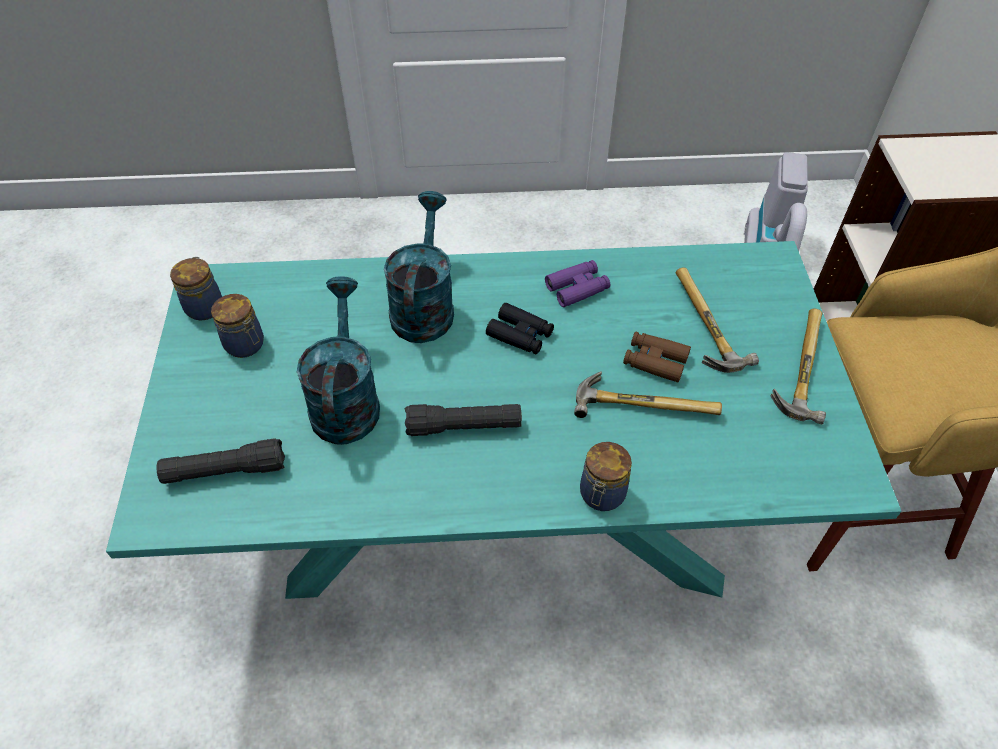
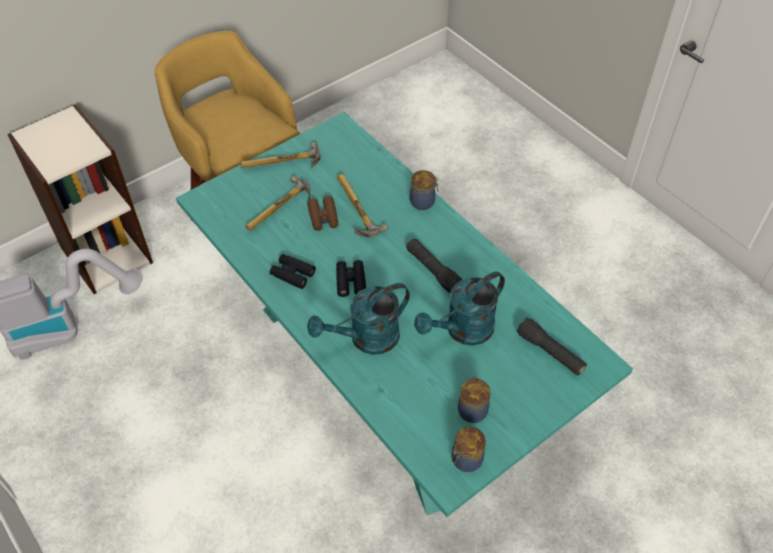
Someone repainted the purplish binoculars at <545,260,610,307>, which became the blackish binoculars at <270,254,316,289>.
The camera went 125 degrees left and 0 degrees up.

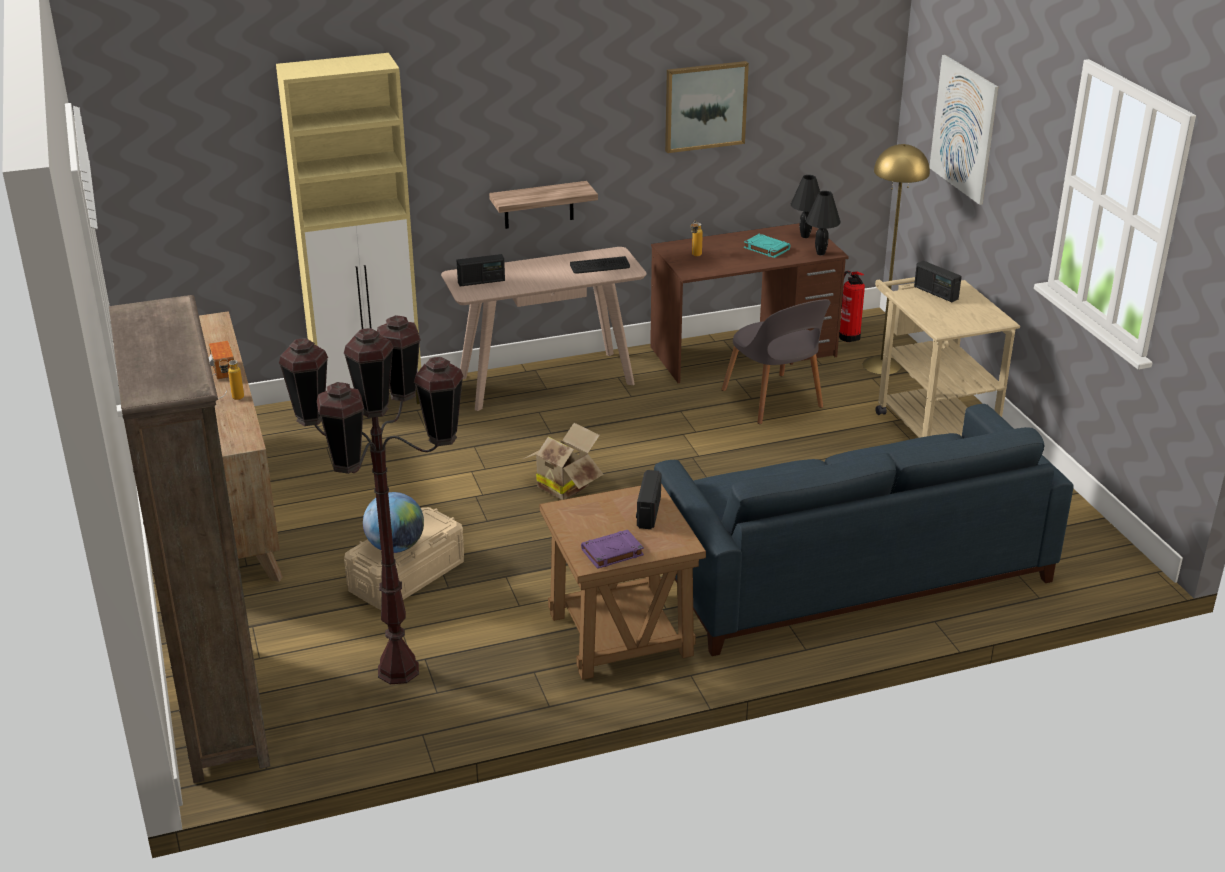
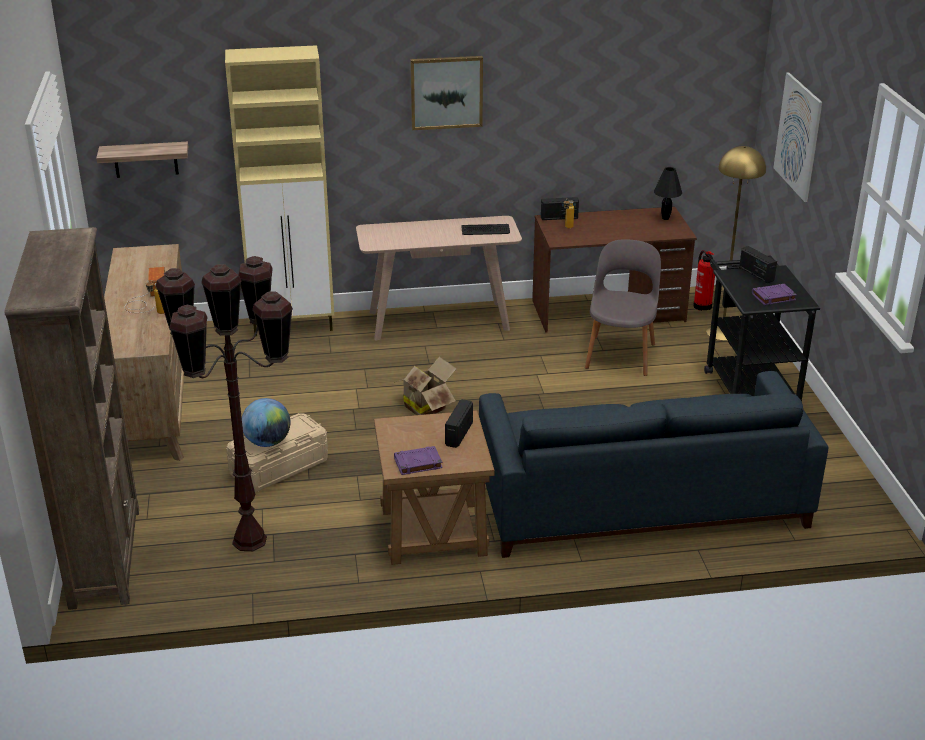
Someone carried the wall shelf from <489,181,598,229> to <96,142,188,178>.
Someone carried the wall picture from <665,61,749,153> to <410,56,483,130>.
Someone carried the radio set from <457,254,505,287> to <541,197,579,220>.
Someone rotated the grey chair at <721,299,830,424> by 150 degrees counterclockwise.
Someone repainted the beige-coloured wheeled cart at <875,277,1020,438>, which became the blackish wheeled cart at <704,255,820,401>.
Someone put down the purplish book at <752,284,797,305>.
Someone took away the blue-green book at <744,234,790,258>.
Someone took away the blackish tabletop lamp at <806,191,840,255>.
The camera went 10 degrees right and 0 degrees up.

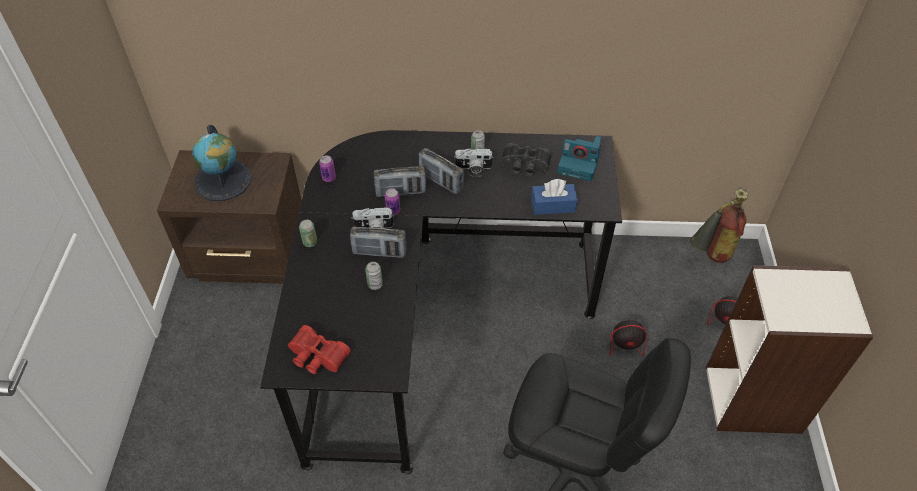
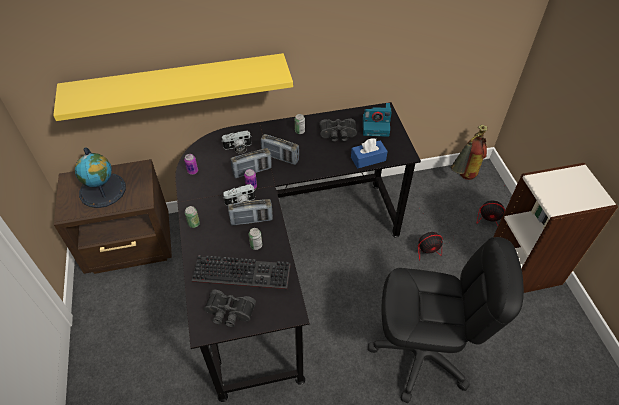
Someone put up the yellow wall shelf at <53,53,293,121>.
Someone put down the keyboard at <191,255,291,290>.
Someone repainted the red binoculars at <288,325,351,374>, which became the blackish binoculars at <204,290,256,327>.
Someone carried the still camera from <454,148,494,177> to <221,130,252,154>.
The camera went 15 degrees left and 0 degrees up.

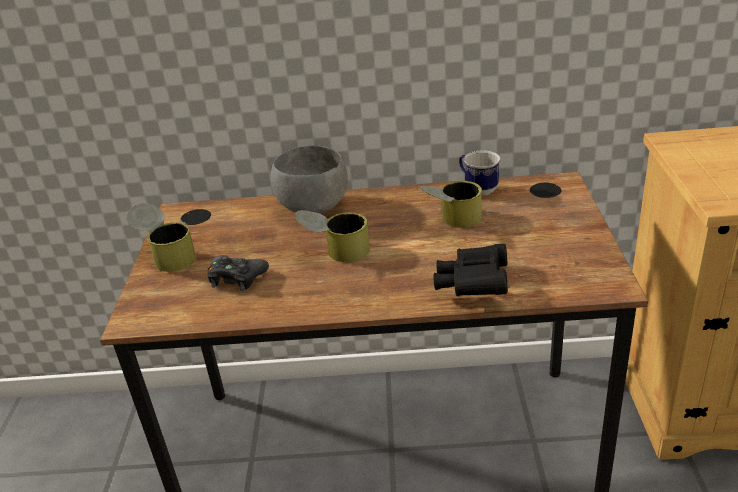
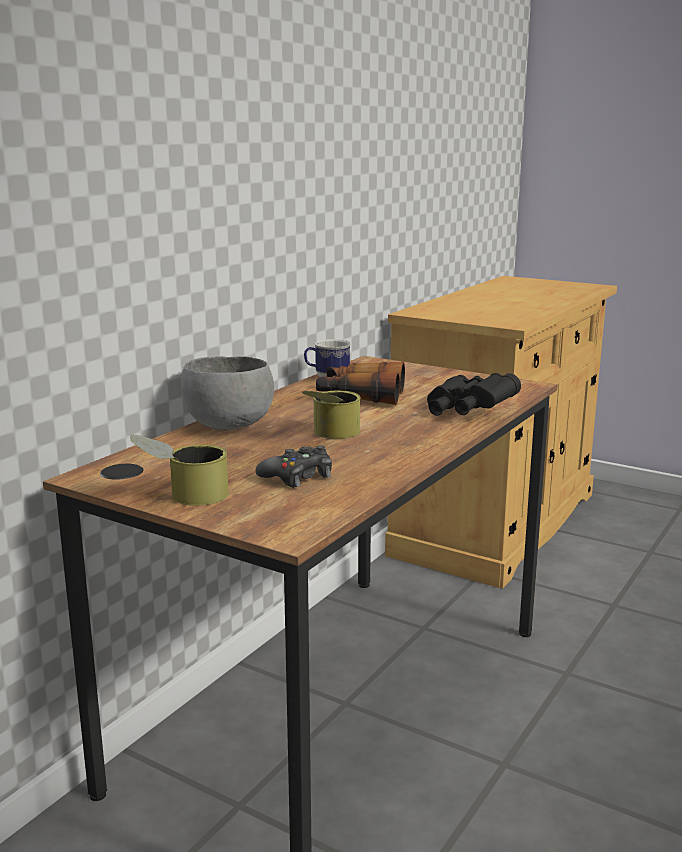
Someone swapped the can at <420,181,482,228> for the binoculars at <316,361,405,405>.
The camera went 60 degrees left and 15 degrees down.

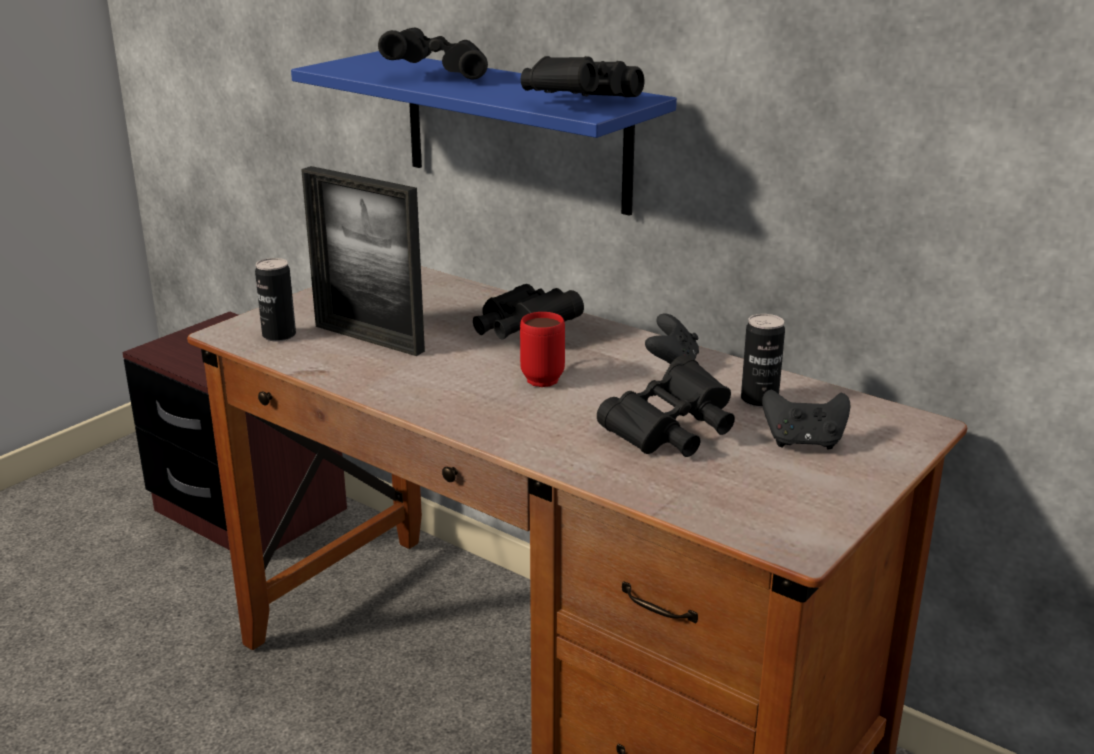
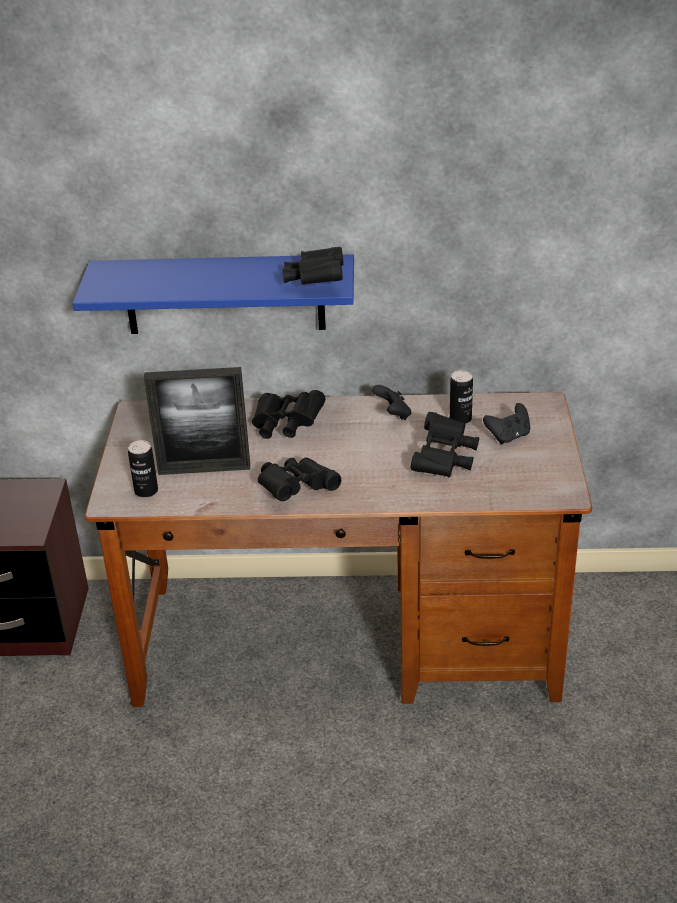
Someone carried the blackish binoculars from <378,27,488,80> to <258,457,341,501>.
Someone took away the red mug at <520,312,565,387>.
The camera went 35 degrees left and 10 degrees up.

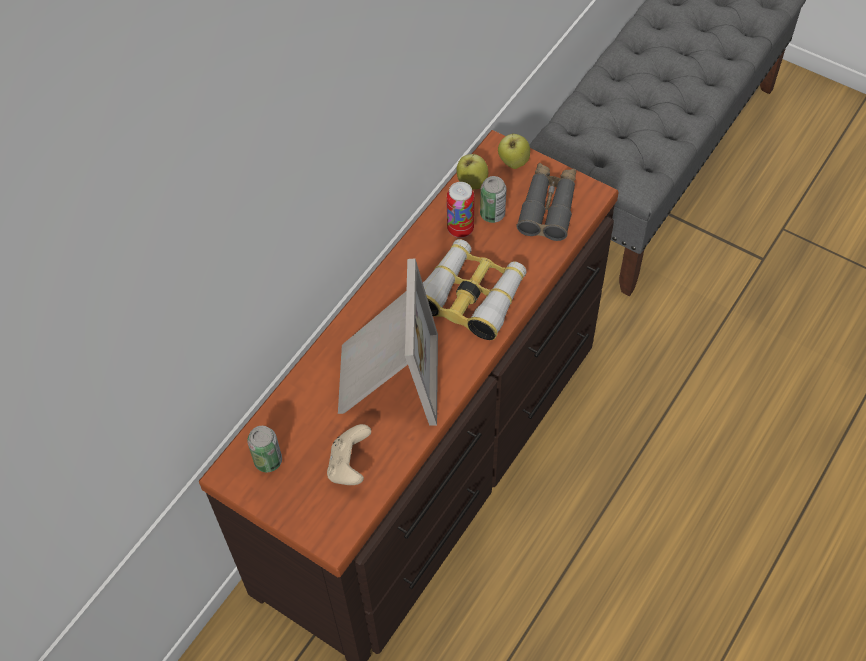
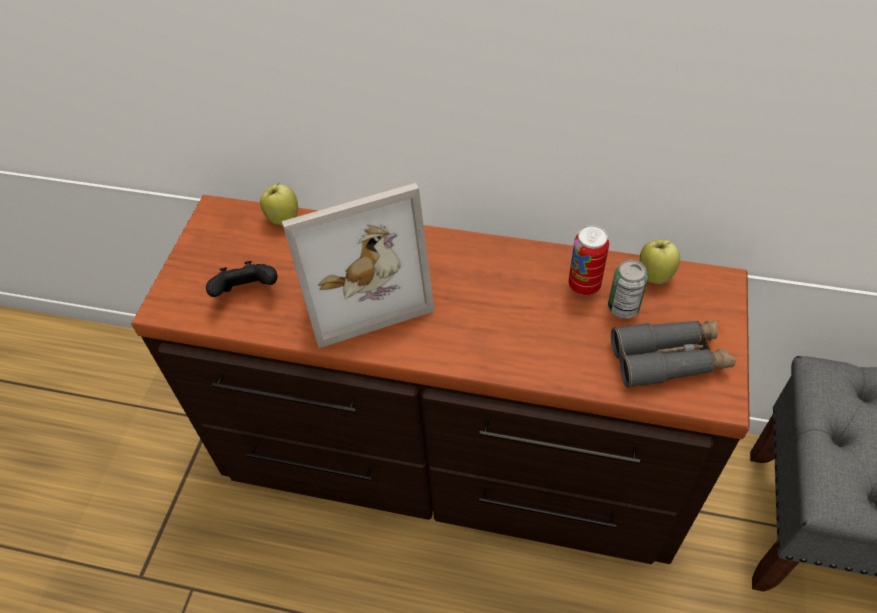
Someone repainted the beige-coloured gamepad at <327,424,371,485>, which became the blackish gamepad at <206,261,277,297>.
Someone carried the whole apple from <498,134,530,169> to <260,184,298,226>.
Someone took away the can at <247,426,282,472>.
Someone took away the binoculars at <423,239,526,340>.
The camera went 70 degrees right and 5 degrees down.

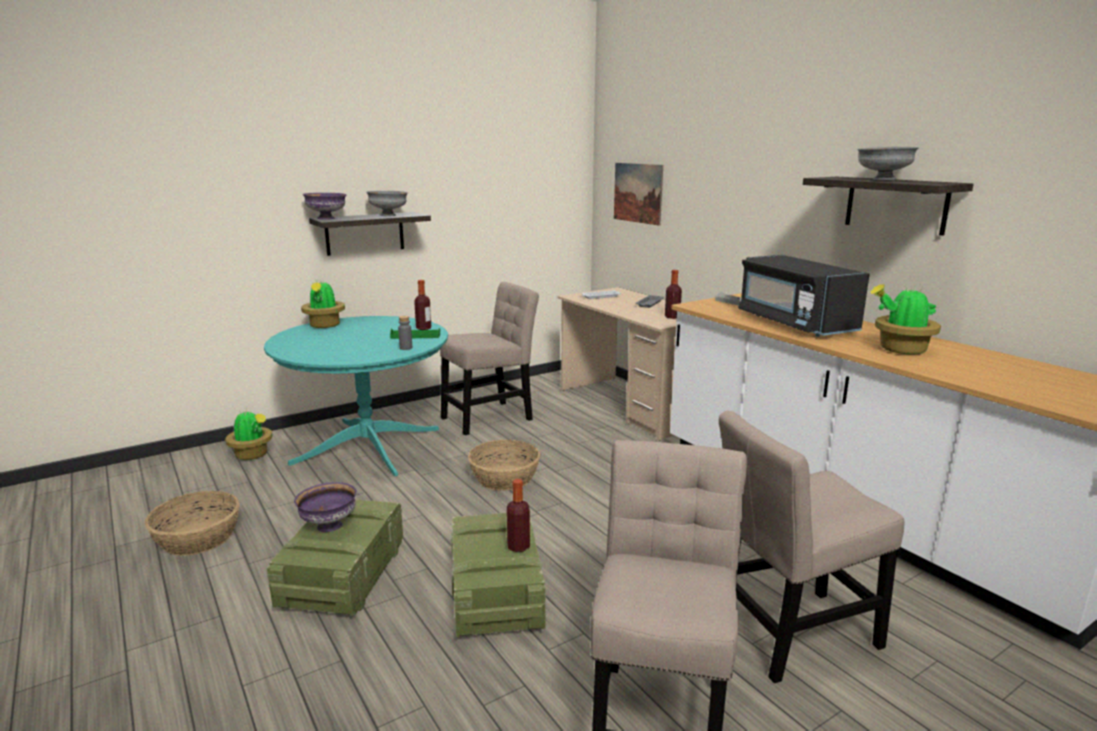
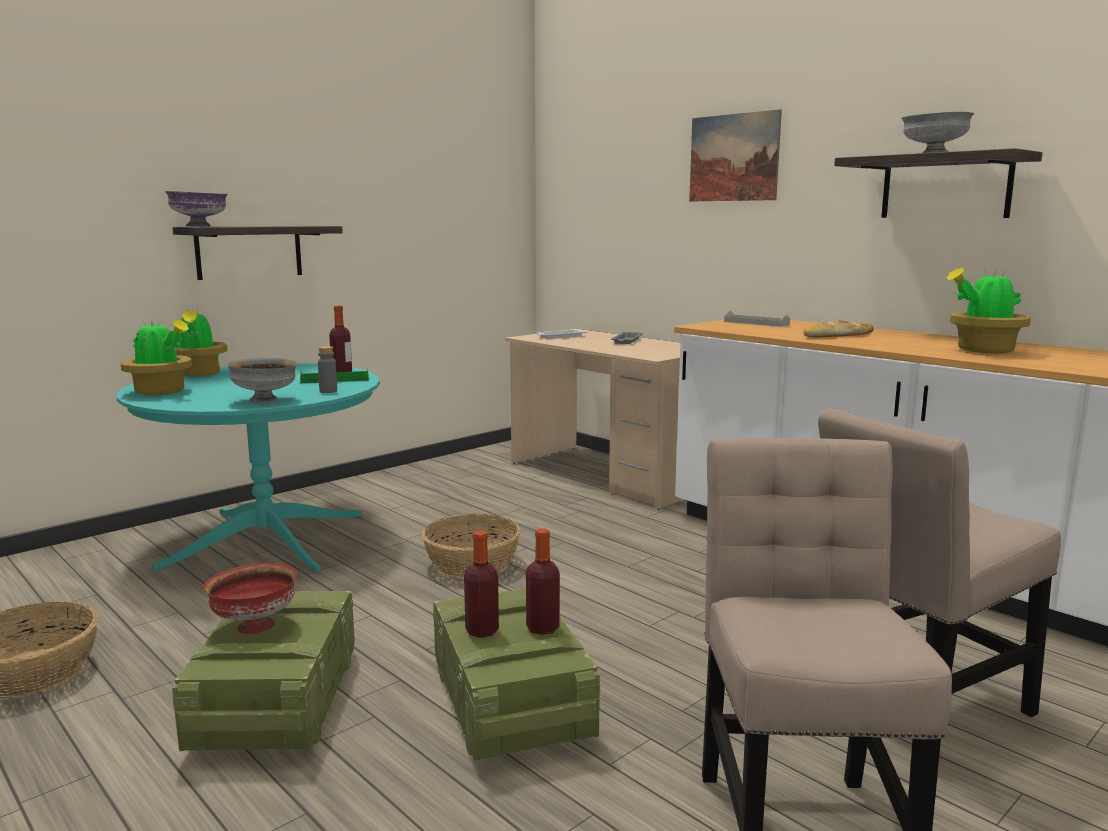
Someone carried the potted plant from <225,410,273,460> to <121,318,192,395>.
Someone repainted the purplish serving bowl at <294,482,356,532>, which became the red serving bowl at <203,563,297,634>.
Someone carried the grey serving bowl from <367,191,408,216> to <226,358,298,403>.
Someone carried the beverage bottle from <665,270,682,319> to <464,531,499,638>.
Someone carried the wall picture from <614,163,663,226> to <689,109,782,201>.
Someone swapped the blackish microwave at <738,255,870,337> for the bakery bread at <803,320,874,338>.
Someone took away the beige-coloured chair at <440,282,539,435>.
The camera went 10 degrees left and 5 degrees down.

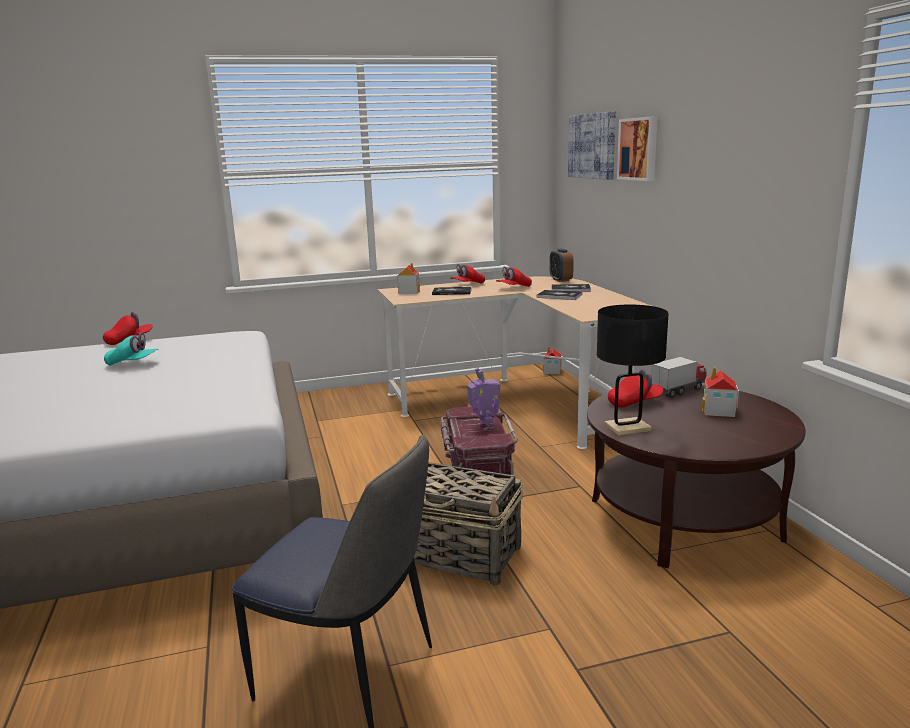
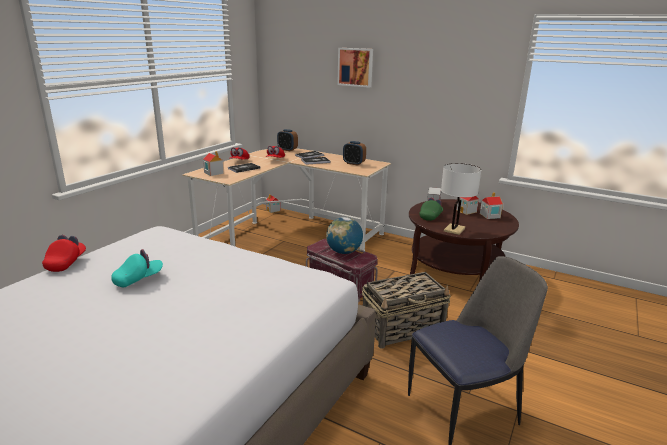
Someone swapped the robot figure at <467,368,501,430> for the globe at <326,217,363,254>.
Someone put down the table clock at <343,141,366,166>.
Someone repainted the red cap at <608,369,663,408>, which became the greenish cap at <419,198,443,221>.
Someone repainted the blackish tabletop lamp at <597,304,669,436>, which became the white tabletop lamp at <441,163,481,235>.
Someone put down the toy house at <480,193,503,219>.
Someone took away the wall picture at <568,111,616,180>.
The camera went 45 degrees left and 5 degrees up.

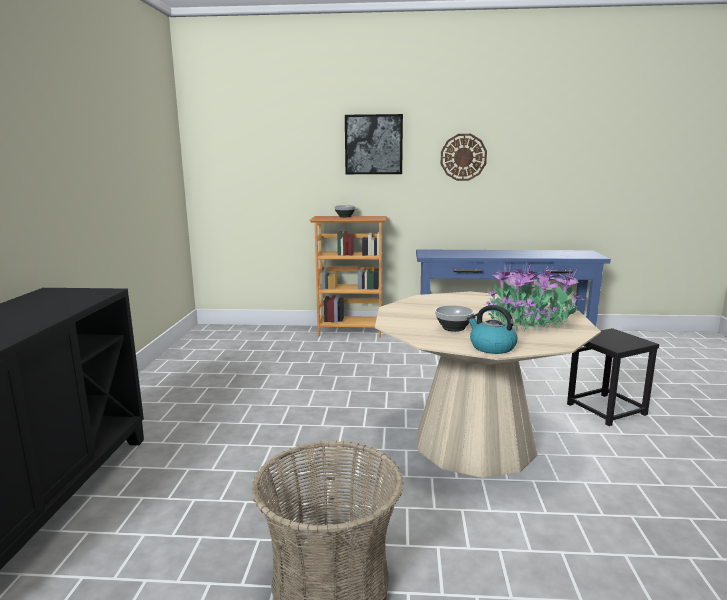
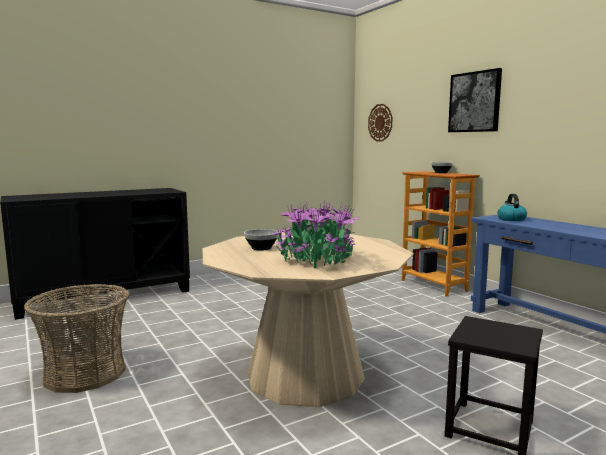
Someone carried the hanging clock from <441,134,487,181> to <368,104,393,141>.
Someone carried the tea kettle from <467,305,517,354> to <497,194,527,221>.
The camera went 55 degrees right and 5 degrees down.

